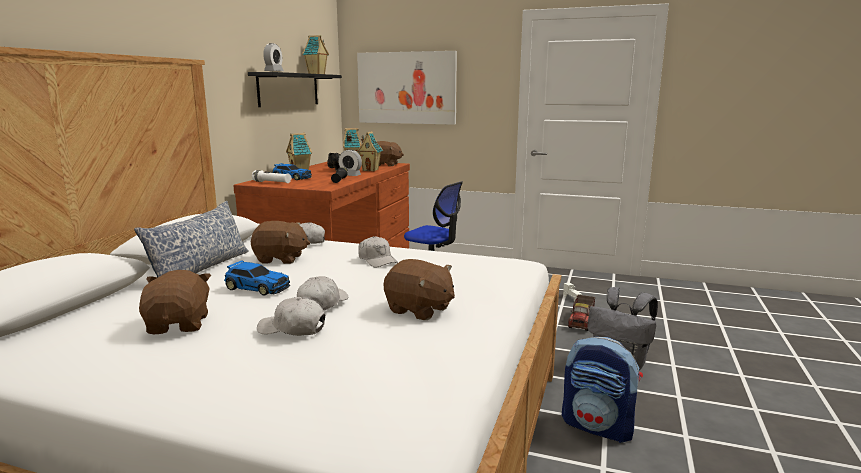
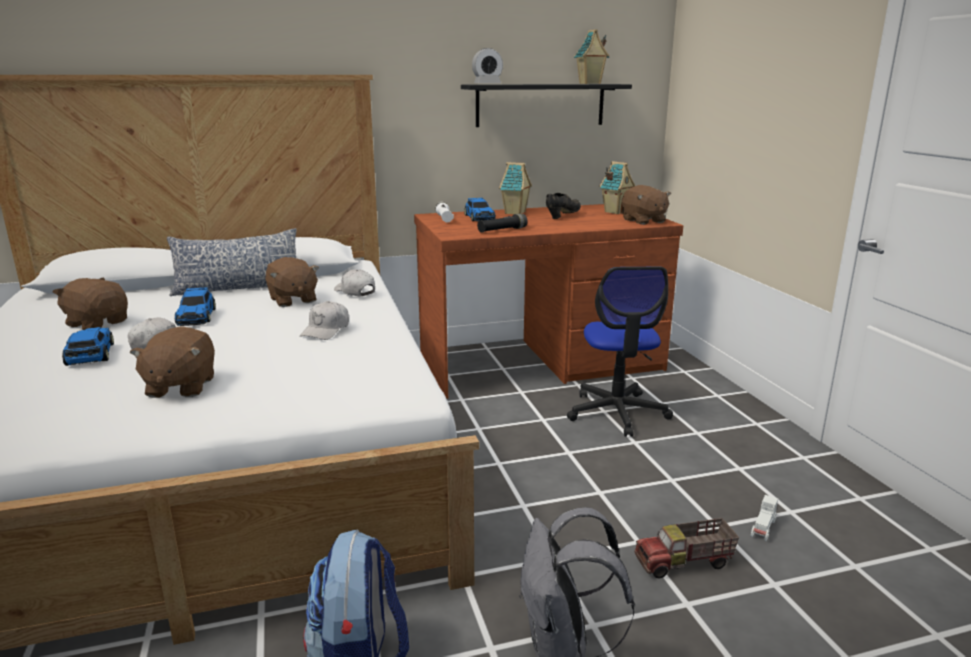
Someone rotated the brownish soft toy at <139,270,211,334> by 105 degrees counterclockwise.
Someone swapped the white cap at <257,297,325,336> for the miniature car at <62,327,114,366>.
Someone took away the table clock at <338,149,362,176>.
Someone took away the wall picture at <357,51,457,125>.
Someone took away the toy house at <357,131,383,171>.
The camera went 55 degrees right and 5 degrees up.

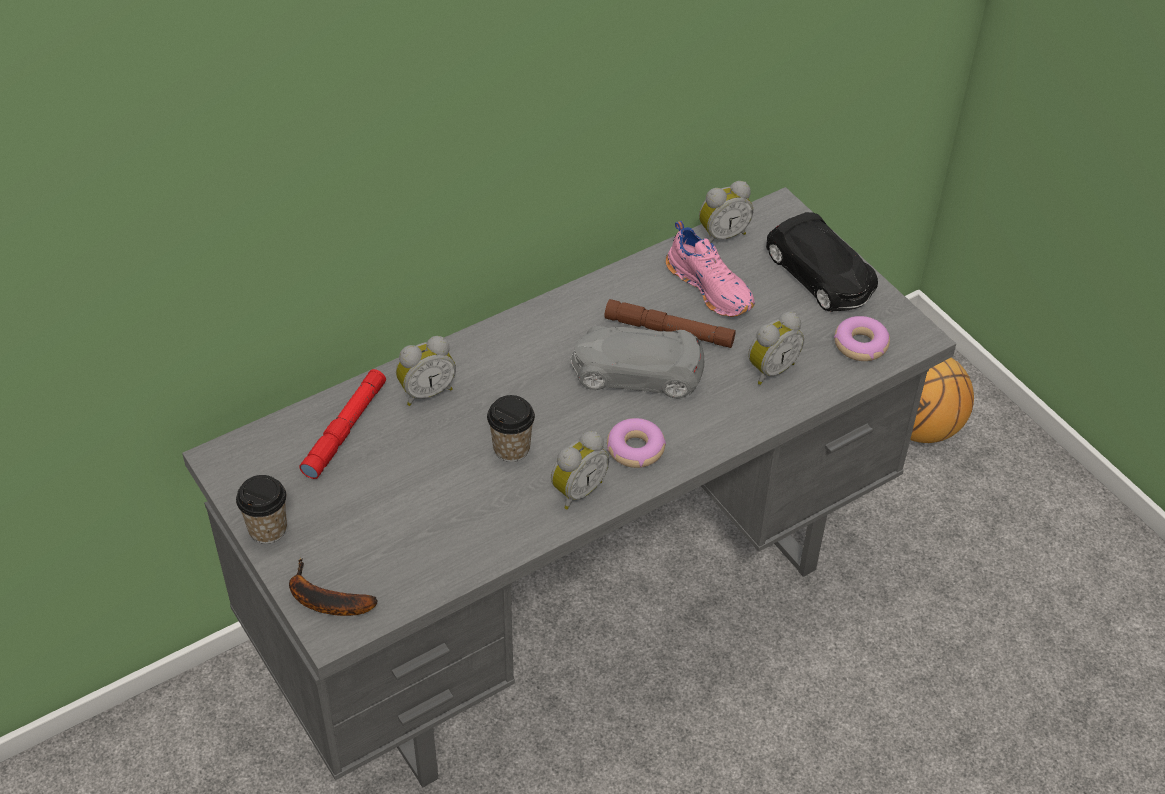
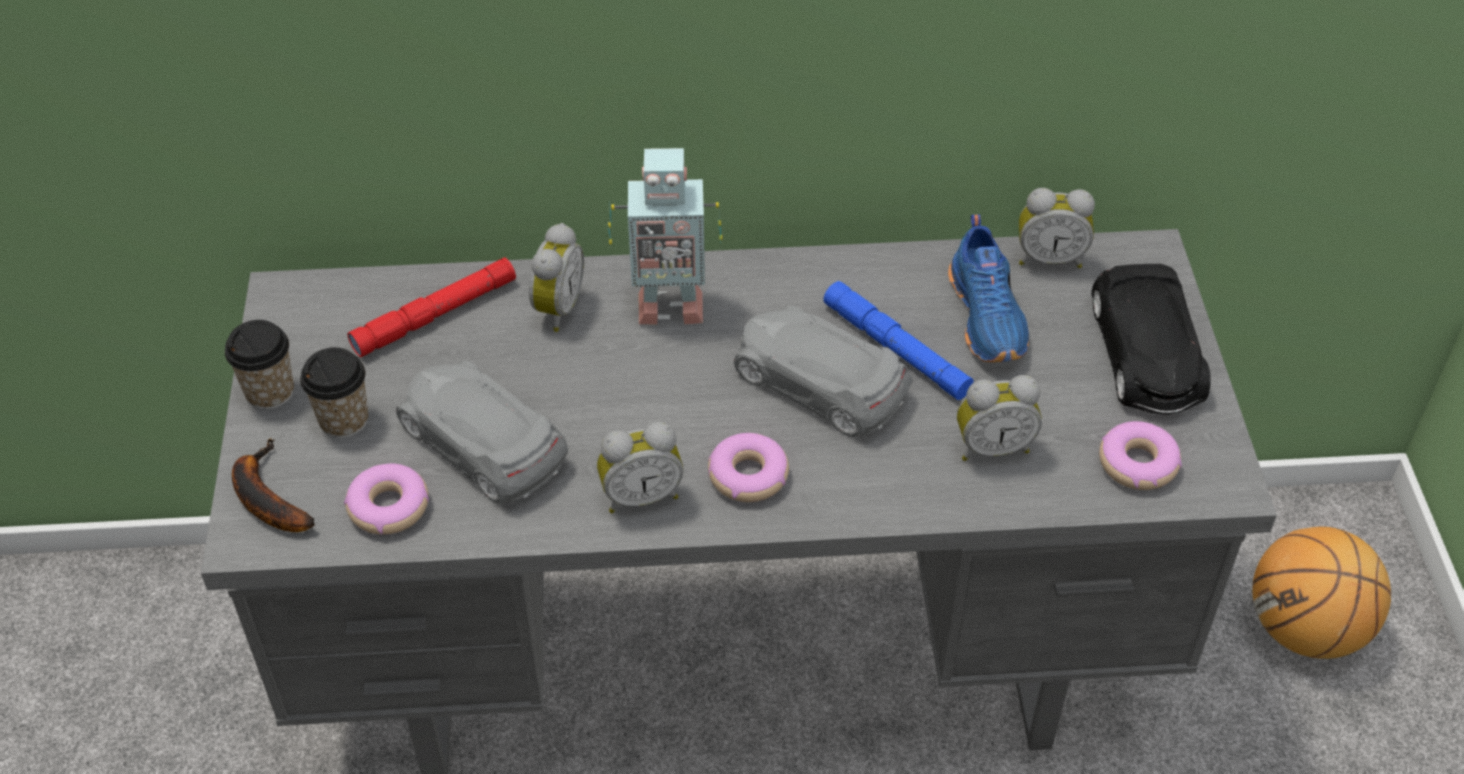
Someone carried the drinking cup from <487,395,535,462> to <300,347,368,438>.
Someone put down the doughnut at <344,463,429,535>.
Someone put down the grey miniature car at <396,360,568,504>.
Someone rotated the table clock at <396,336,456,406> by 75 degrees counterclockwise.
Someone put down the robot figure at <608,148,722,325>.
Someone repainted the brownish torch at <604,299,736,348>, which became the blue torch at <823,281,974,400>.
Someone repainted the pink-coloured shoe at <666,221,755,317>, which became the blue shoe at <948,214,1029,362>.
The camera went 30 degrees right and 0 degrees up.

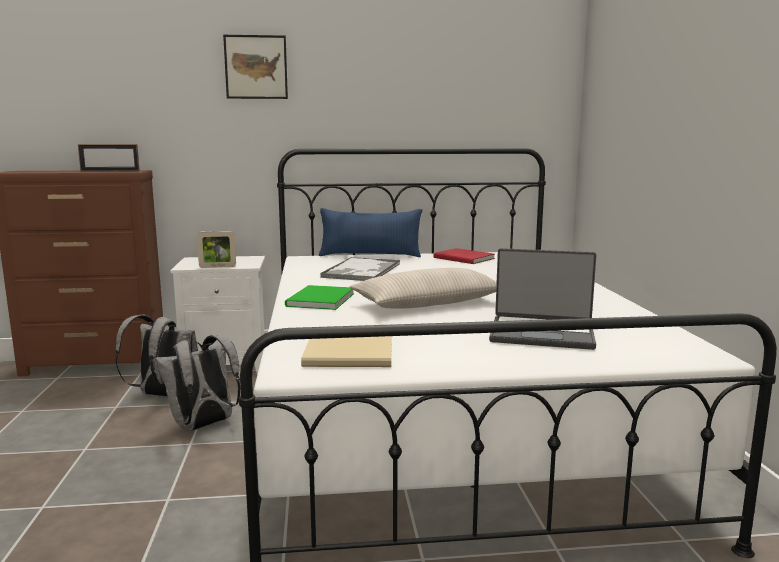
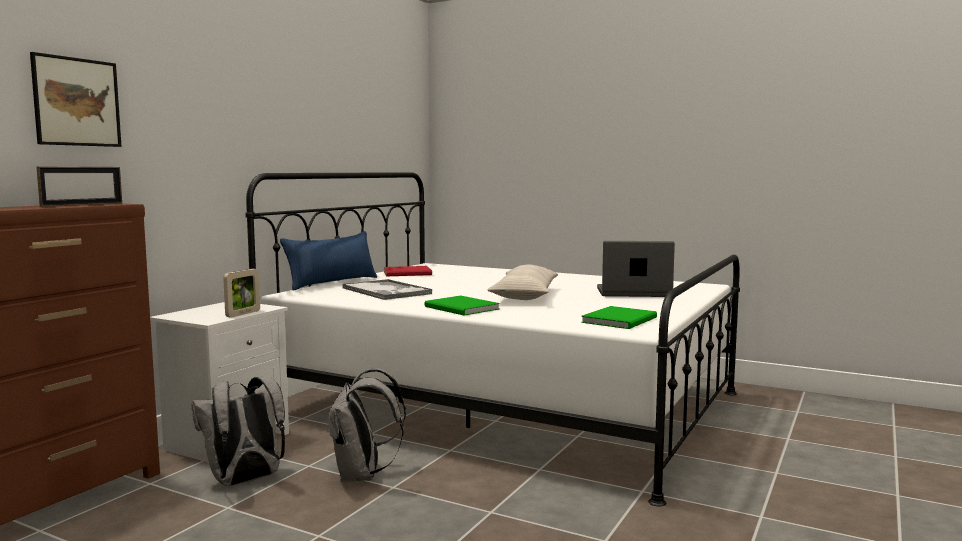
Someone carried the wall picture from <223,35,288,99> to <30,52,122,147>.
Someone repainted the beige-coloured book at <301,337,392,367>, which became the greenish book at <581,306,657,329>.
Someone rotated the laptop at <489,248,596,350> by 135 degrees counterclockwise.
The camera went 55 degrees left and 5 degrees down.

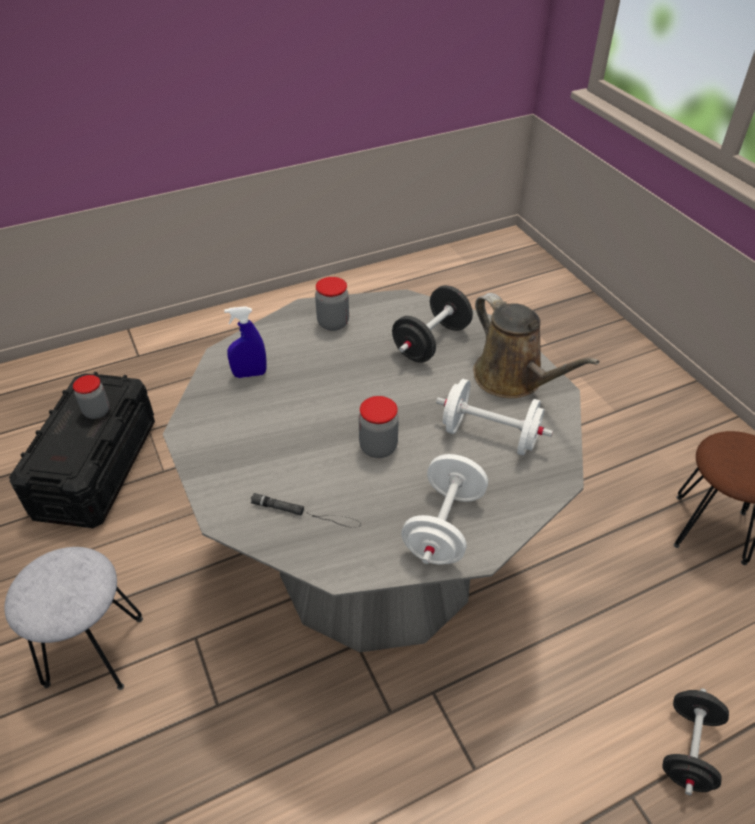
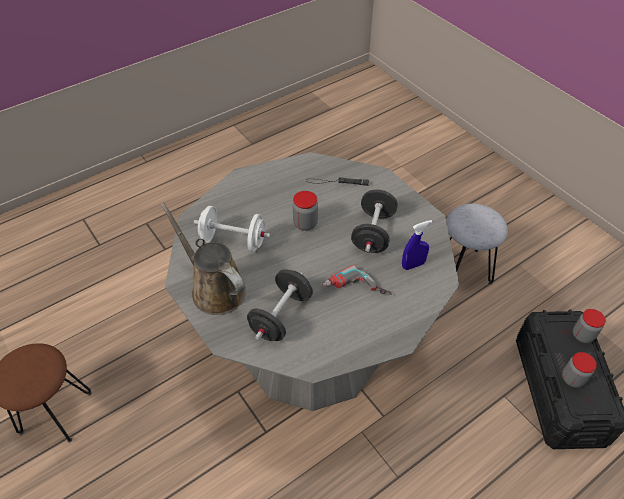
Someone put down the drill at <322,265,392,295>.
Someone carried the blackish free weight from <662,688,729,795> to <351,189,398,253>.
Someone carried the storage jar from <315,277,349,331> to <573,309,606,343>.
Someone took away the white free weight at <401,454,488,564>.
The camera went 170 degrees right and 5 degrees up.

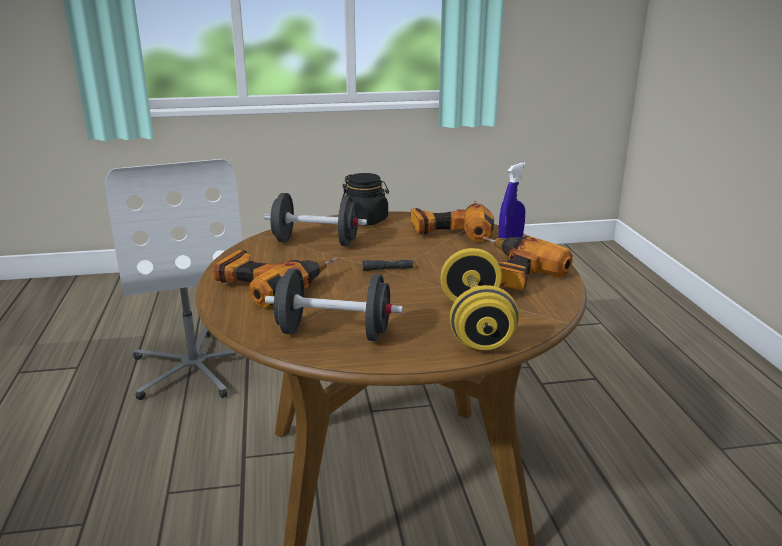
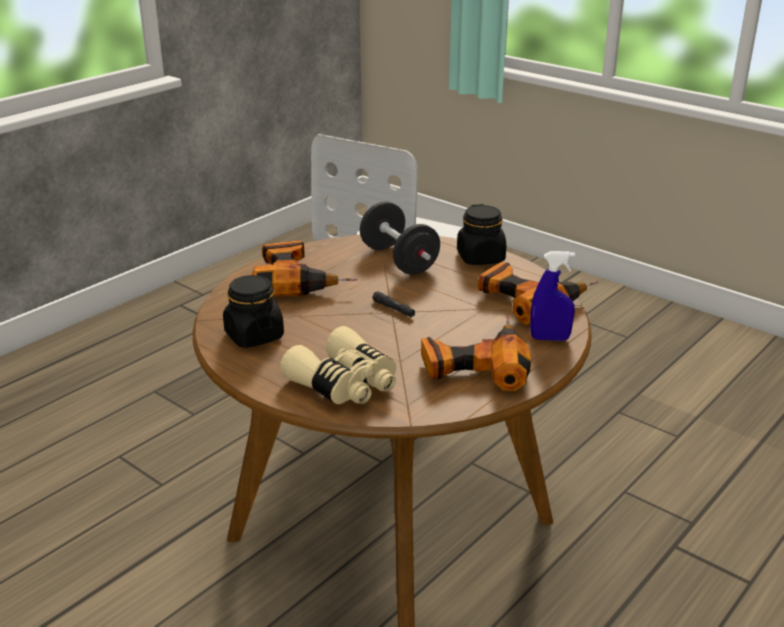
Someone swapped the blackish free weight at <265,268,403,341> for the blackish storage jar at <223,275,284,348>.
Someone swapped the yellow free weight at <440,248,519,350> for the beige-coloured binoculars at <280,326,396,404>.
The camera went 50 degrees right and 5 degrees up.

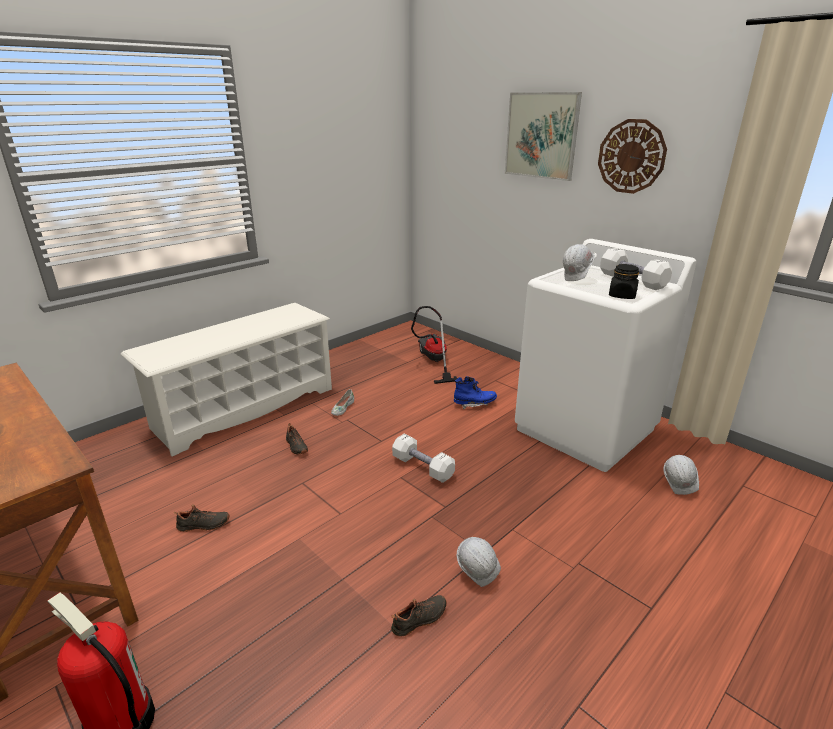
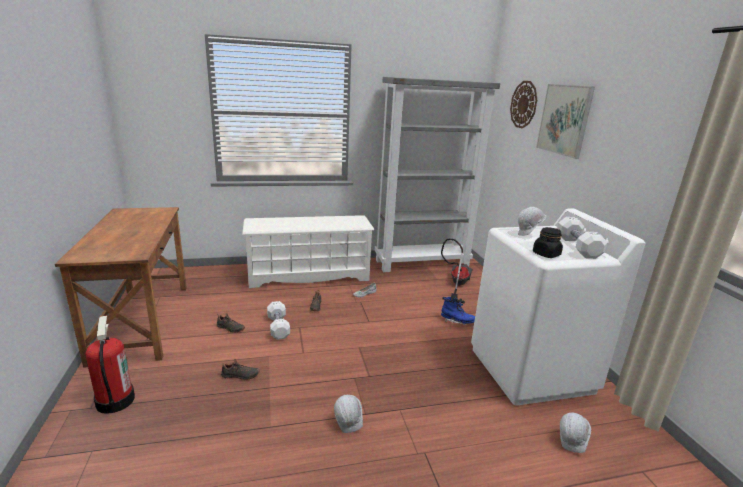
Someone carried the blackish shoe from <391,595,447,637> to <221,359,260,380>.
Someone carried the white free weight from <392,433,455,483> to <267,301,290,340>.
Someone put down the grey bookcase at <375,77,500,272>.
Someone carried the hanging clock from <598,119,667,194> to <510,81,537,128>.
The camera went 30 degrees right and 5 degrees down.

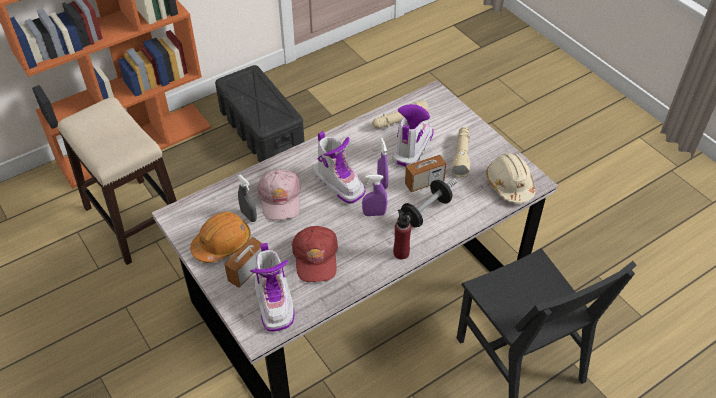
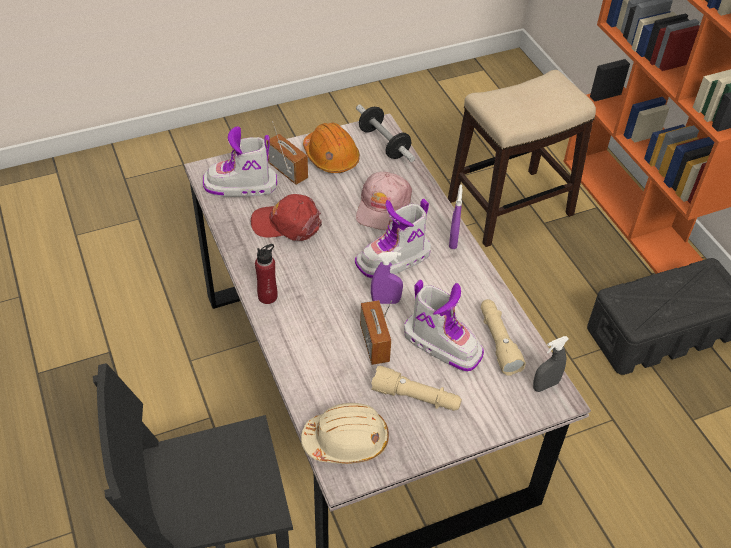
Someone carried the free weight from <401,178,457,227> to <356,104,415,162>.
Someone rotated the pink-coloured cap at <257,169,301,220> by 75 degrees counterclockwise.
Someone carried the purplish hand sprayer from <362,175,387,216> to <449,185,463,249>.
Someone carried the grey hand sprayer from <238,175,257,222> to <533,336,569,392>.
The camera went 100 degrees right and 0 degrees up.

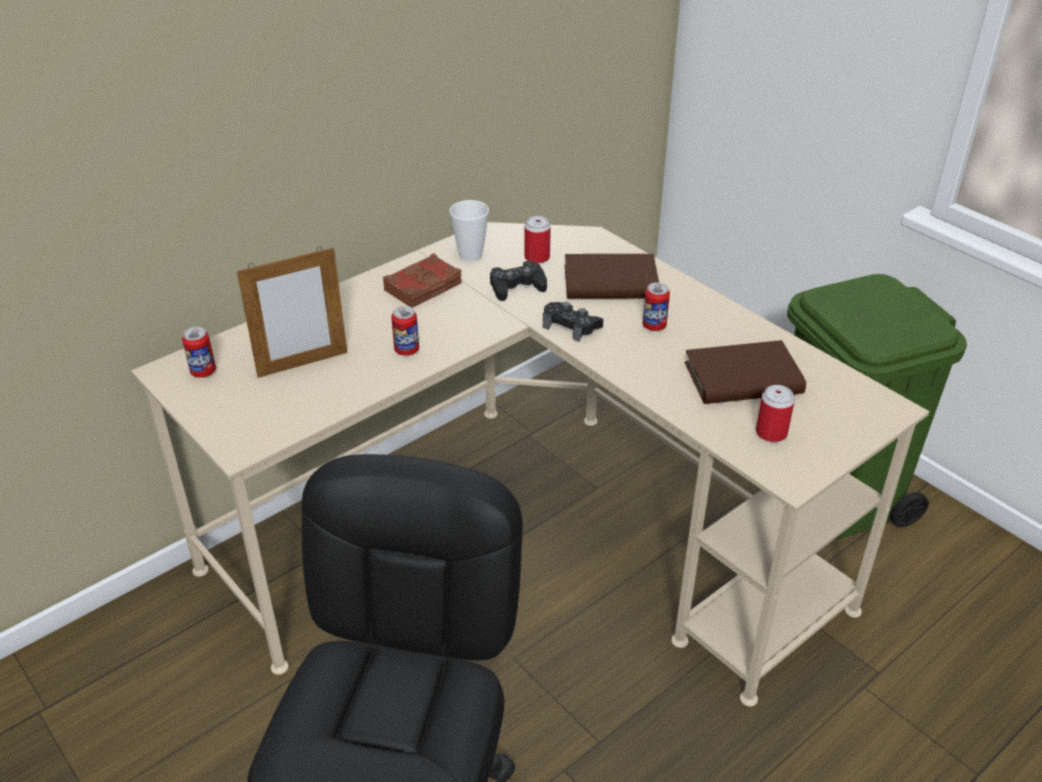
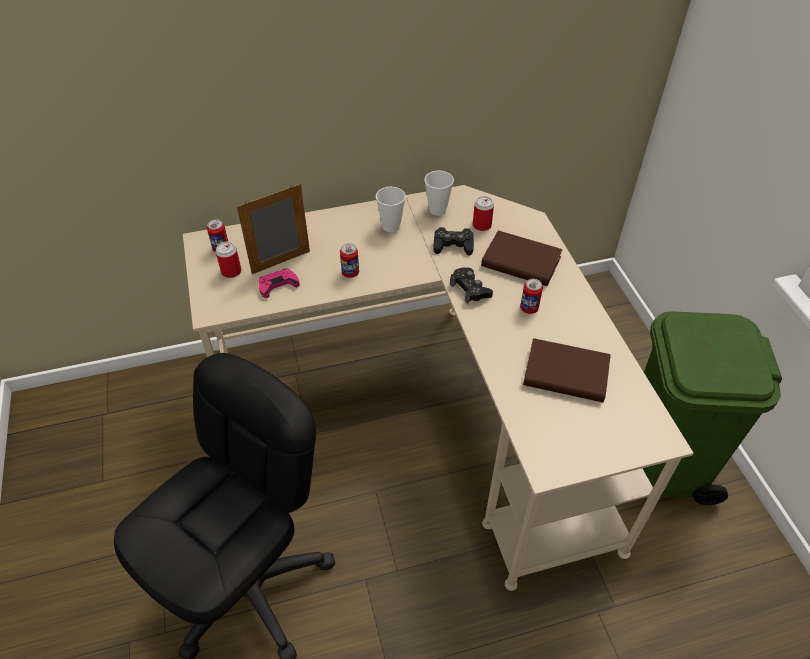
Someone carried the can from <756,385,795,442> to <216,242,241,278>.
Someone rotated the standing frame at <237,247,347,378> by 150 degrees clockwise.
Someone put down the pink-coloured gamepad at <258,268,300,298>.
Someone swapped the brownish book at <383,253,462,308> for the drinking cup at <376,187,406,232>.
The camera went 25 degrees right and 10 degrees up.

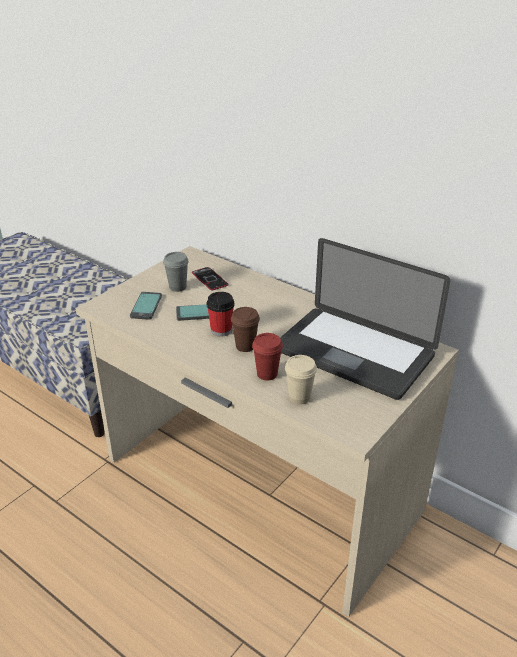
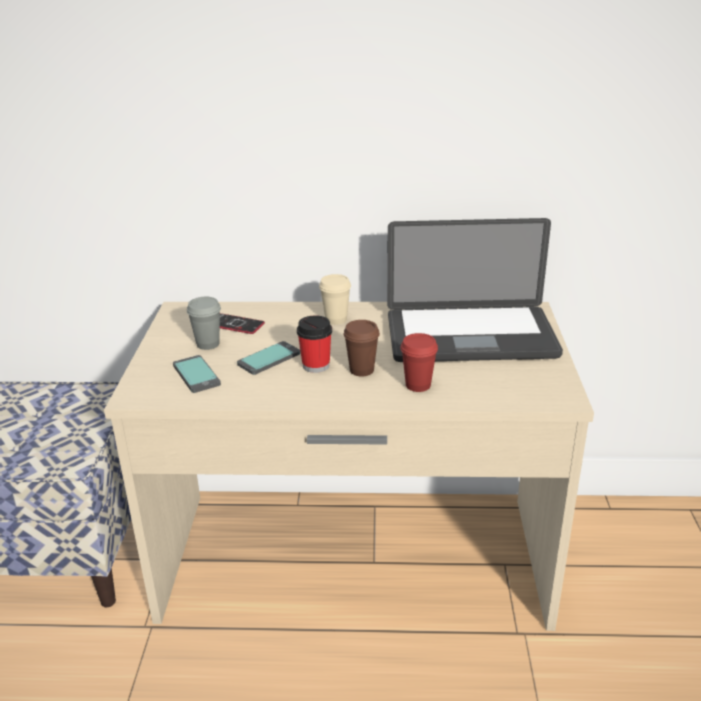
Someone carried the beige-coloured drinking cup from <285,355,317,405> to <319,274,351,325>.
The camera went 35 degrees left and 5 degrees down.

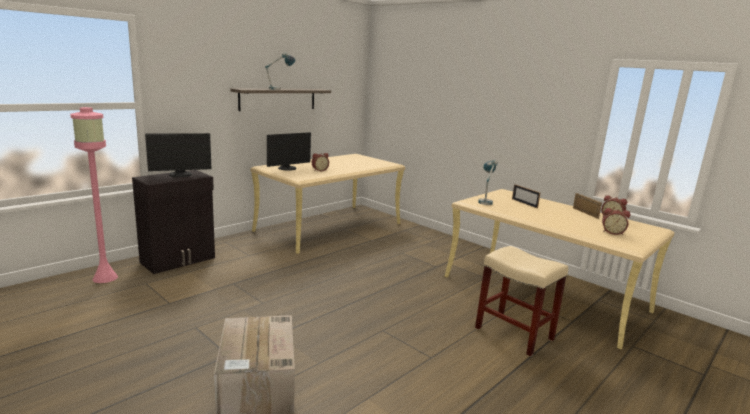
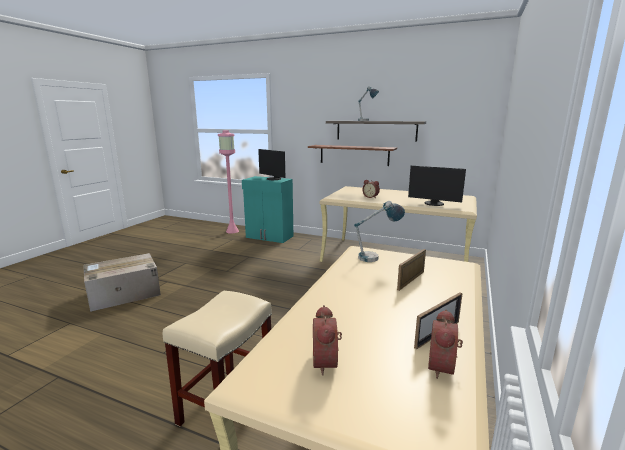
Someone repainted the blackish cupboard at <132,170,215,274>, which became the blue-green cupboard at <242,176,293,243>.
Someone put up the brownish wall shelf at <308,145,397,166>.
Someone carried the monitor from <267,132,311,170> to <408,166,466,206>.
The camera went 70 degrees right and 0 degrees up.

